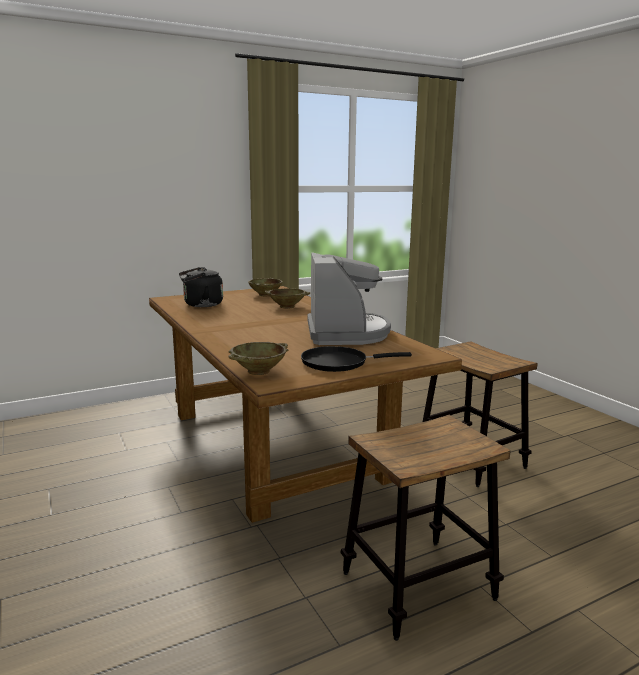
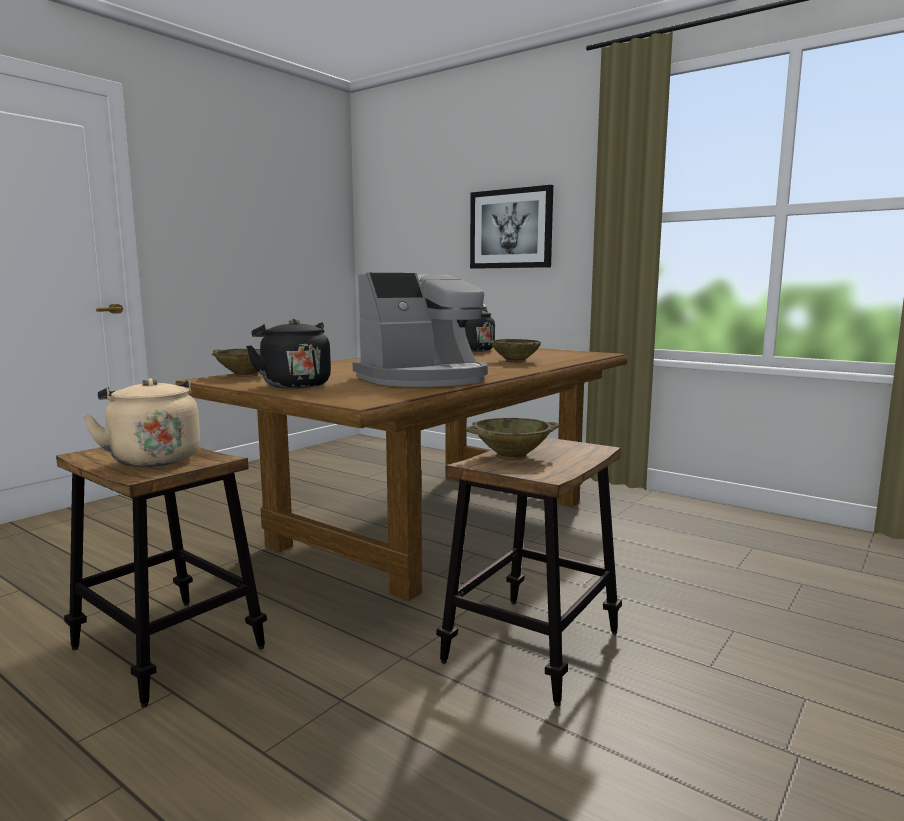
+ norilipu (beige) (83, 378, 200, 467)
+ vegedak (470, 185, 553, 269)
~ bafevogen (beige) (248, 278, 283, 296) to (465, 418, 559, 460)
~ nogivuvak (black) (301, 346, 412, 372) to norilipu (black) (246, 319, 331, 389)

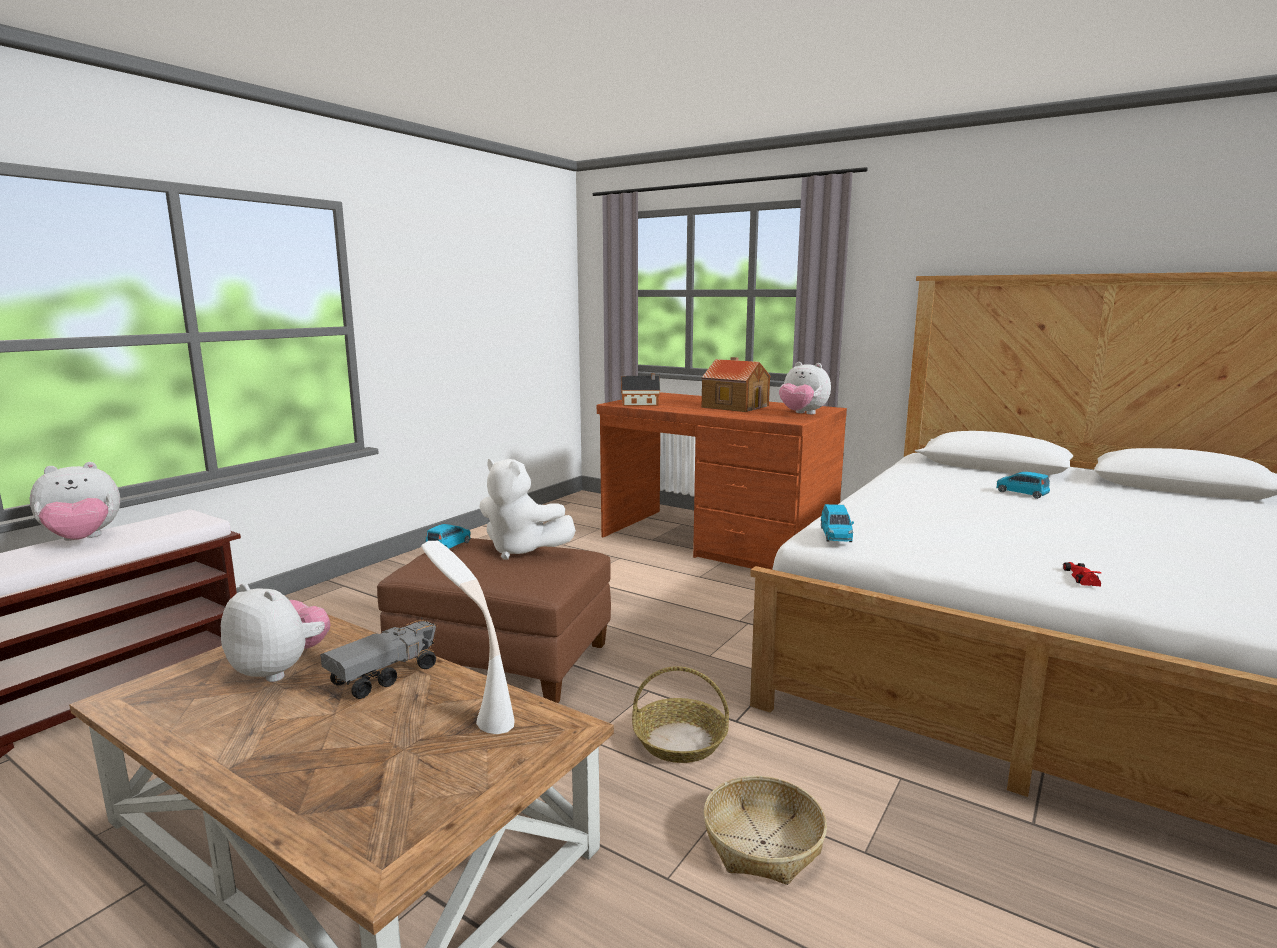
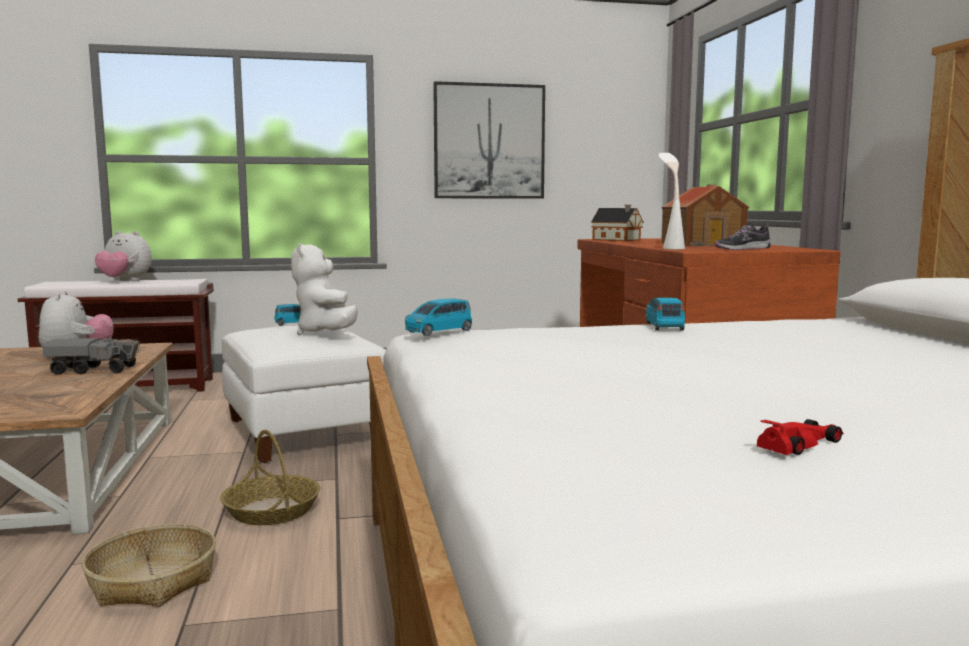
+ vegedak (433, 81, 545, 199)
~ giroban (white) (421, 541, 515, 734) to (659, 153, 685, 250)
~ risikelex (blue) (996, 472, 1050, 499) to (646, 298, 685, 330)
~ risikelex (red) (1063, 562, 1101, 586) to (757, 419, 844, 455)
~ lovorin (779, 362, 831, 414) to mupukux (715, 222, 771, 250)
~ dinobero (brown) (377, 538, 611, 703) to dinobero (white) (222, 326, 386, 463)

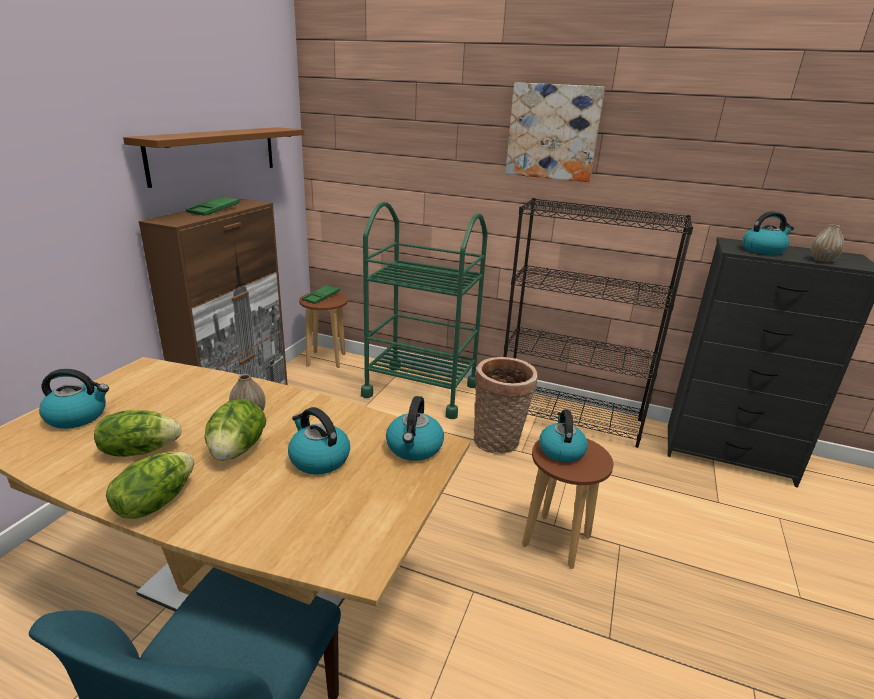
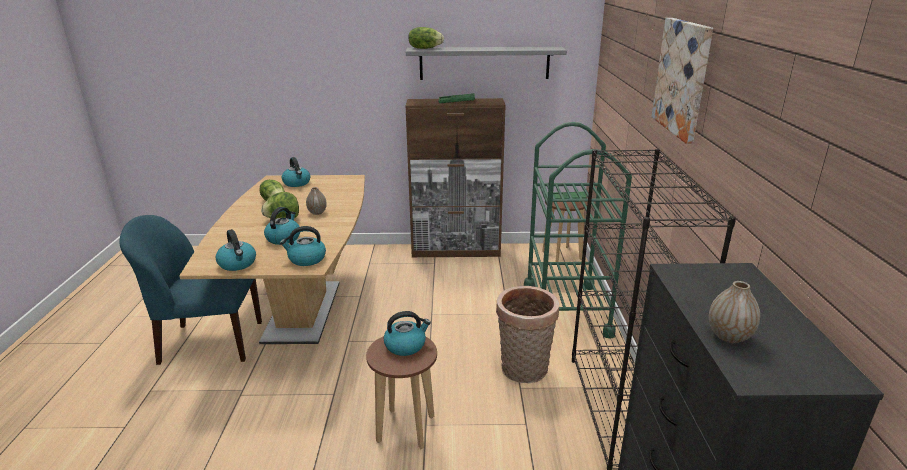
~ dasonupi (106, 452, 194, 519) to (408, 27, 444, 49)
~ norilipu (743, 211, 794, 255) to (216, 229, 256, 271)
~ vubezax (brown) (123, 127, 304, 188) to vubezax (grey) (406, 47, 567, 80)

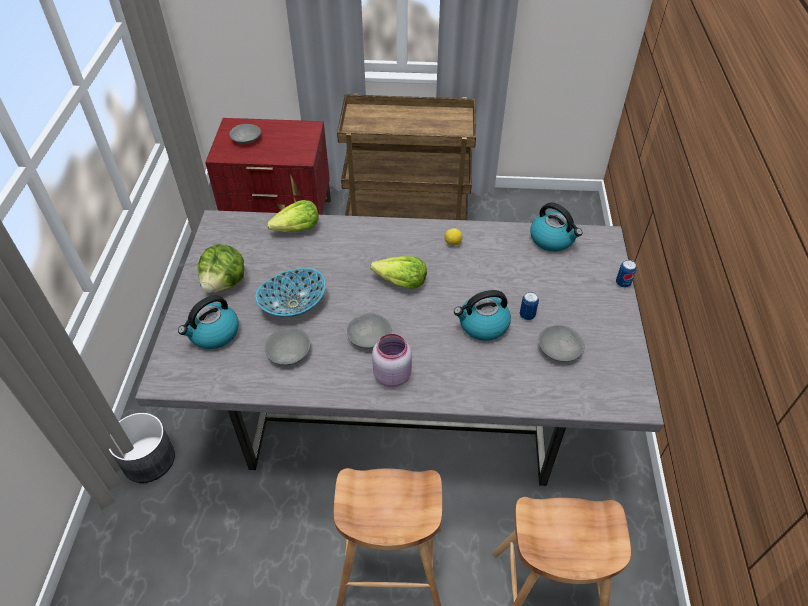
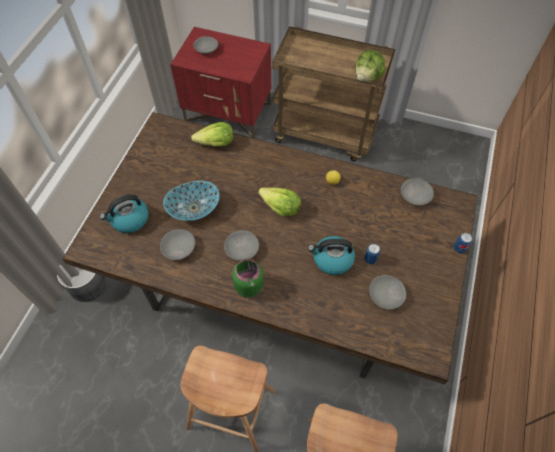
~ dasonupi (198, 244, 244, 293) to (355, 50, 385, 82)
~ norilipu (530, 202, 582, 252) to bafevogen (grey) (401, 178, 434, 206)
~ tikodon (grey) (135, 210, 664, 486) to tikodon (brown) (63, 112, 478, 384)
~ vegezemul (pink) (372, 334, 412, 388) to vegezemul (green) (232, 259, 264, 297)

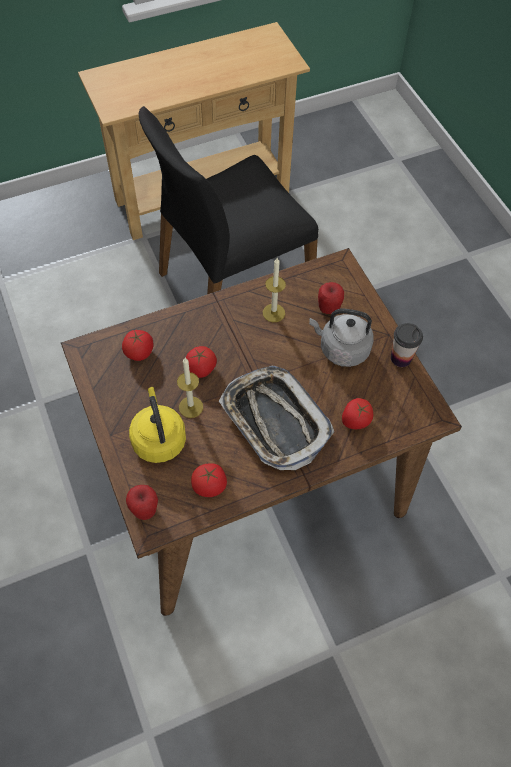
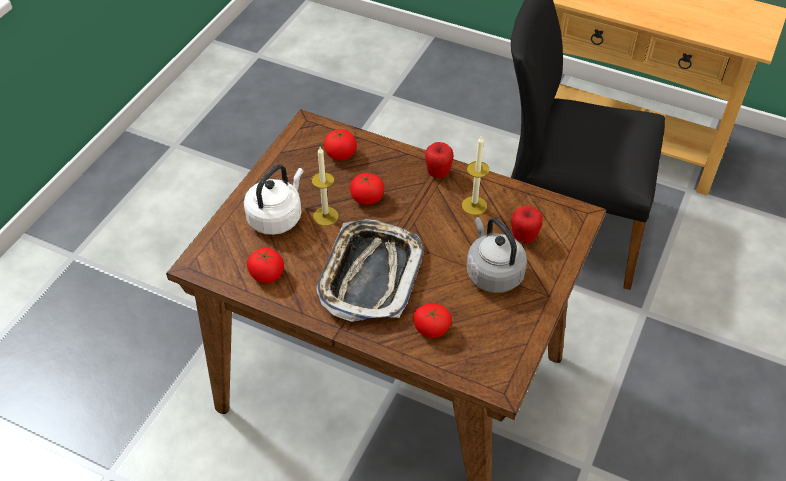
- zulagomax (391, 323, 423, 367)
~ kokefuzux (126, 485, 158, 520) to (425, 142, 453, 178)
~ norilipu (yellow) (129, 387, 186, 463) to norilipu (white) (244, 164, 304, 235)

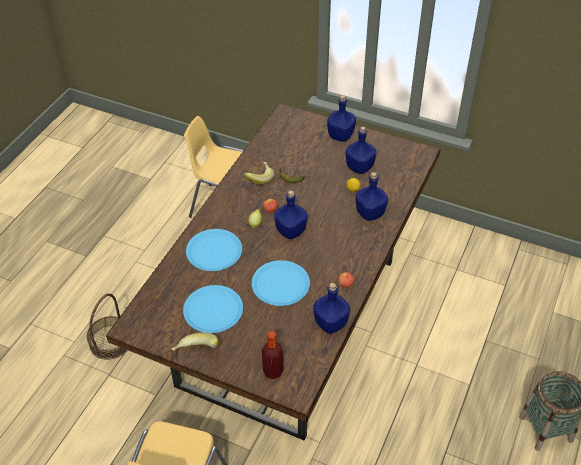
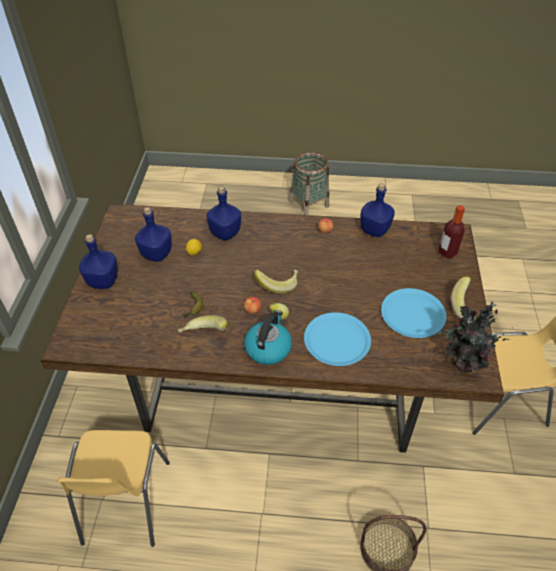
- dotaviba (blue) (252, 260, 310, 306)
+ norilipu (244, 310, 292, 365)
+ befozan (439, 301, 510, 373)
~ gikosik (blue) (274, 190, 308, 239) to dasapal (254, 270, 299, 294)

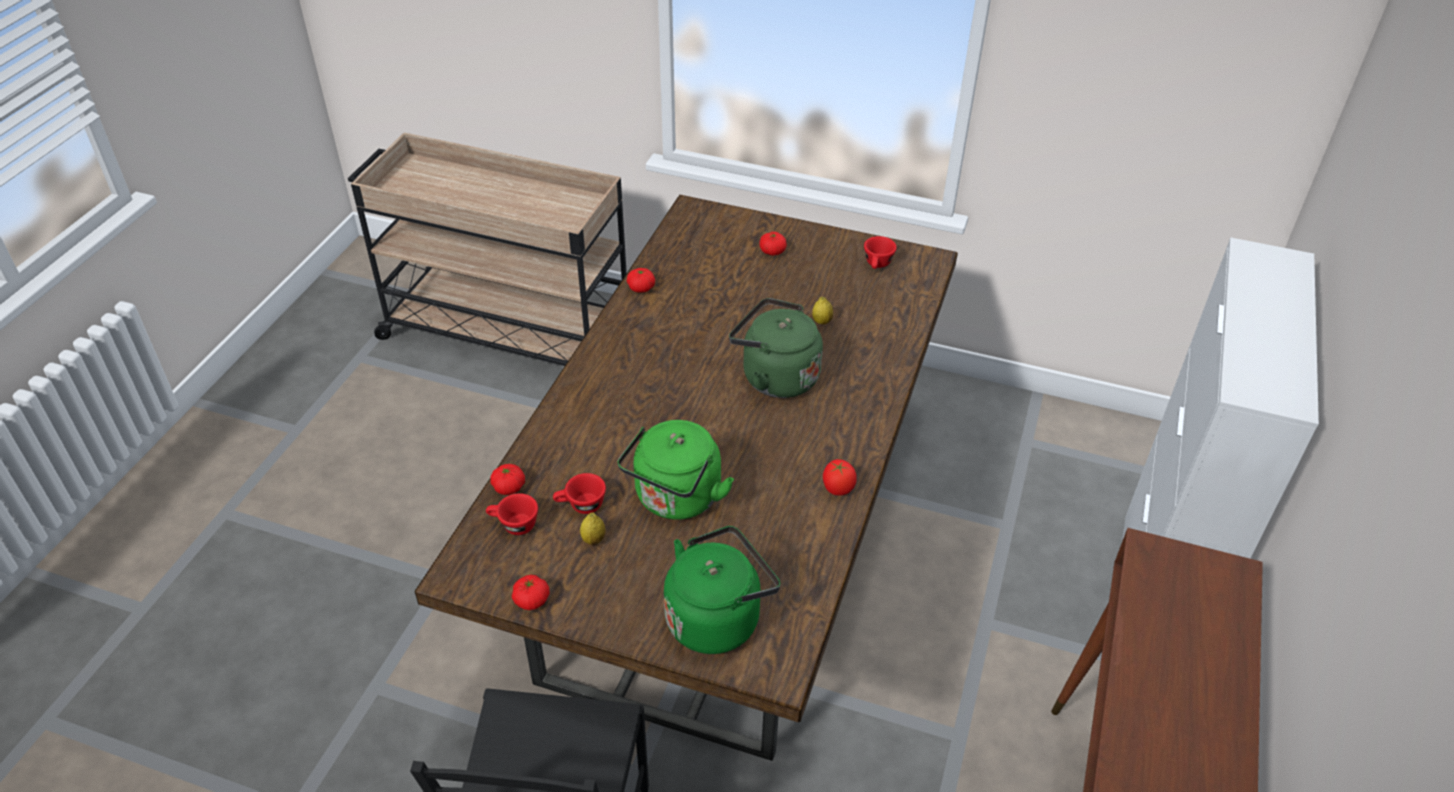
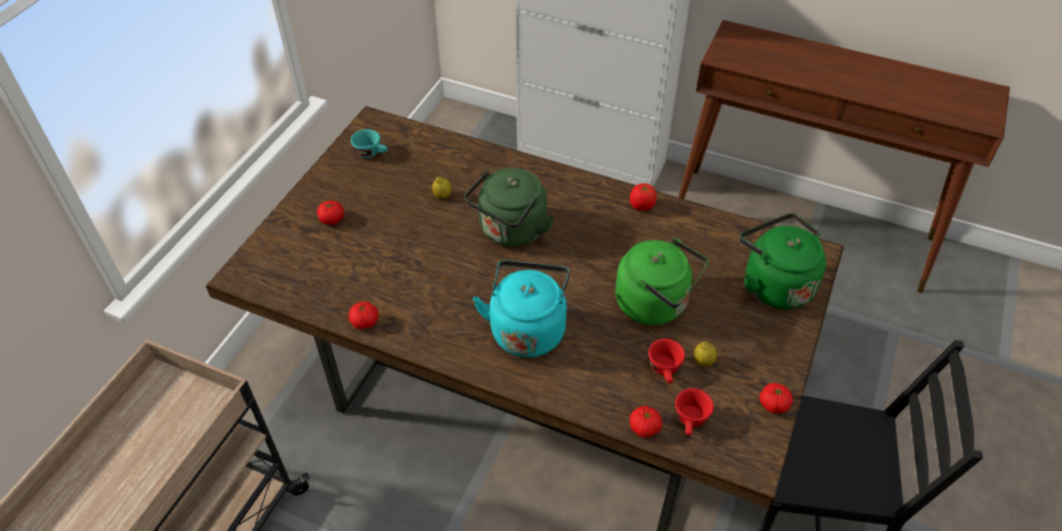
+ norilipu (turquoise) (473, 260, 570, 357)
~ zulagomax (red) (864, 236, 897, 269) to zulagomax (turquoise) (351, 129, 388, 158)

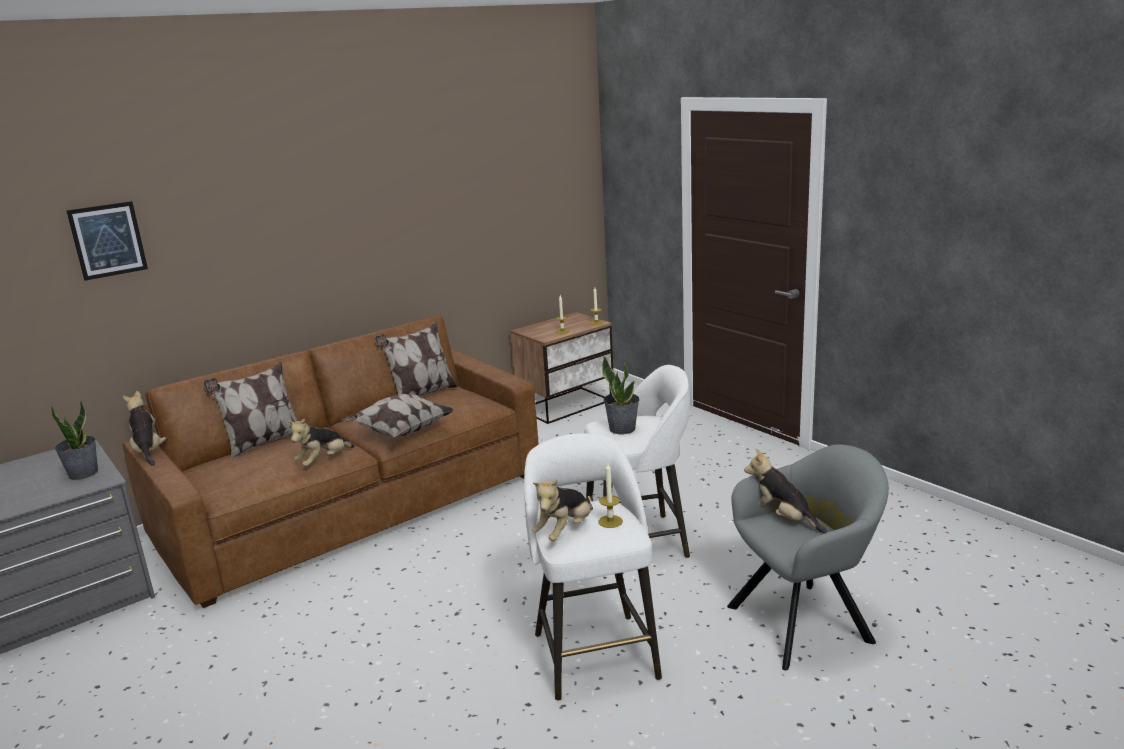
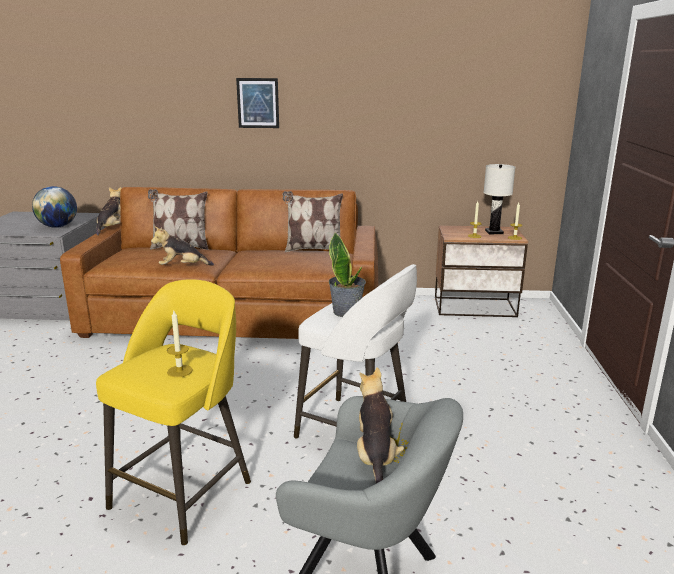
- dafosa (342, 393, 454, 437)
- lovorin (532, 479, 593, 541)
+ giroban (white) (483, 164, 515, 234)
~ vegedak (66, 201, 148, 281) to (236, 78, 279, 128)
~ befozan (51, 399, 98, 480) to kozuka (32, 186, 77, 228)
~ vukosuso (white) (524, 434, 662, 701) to vukosuso (yellow) (96, 279, 251, 545)

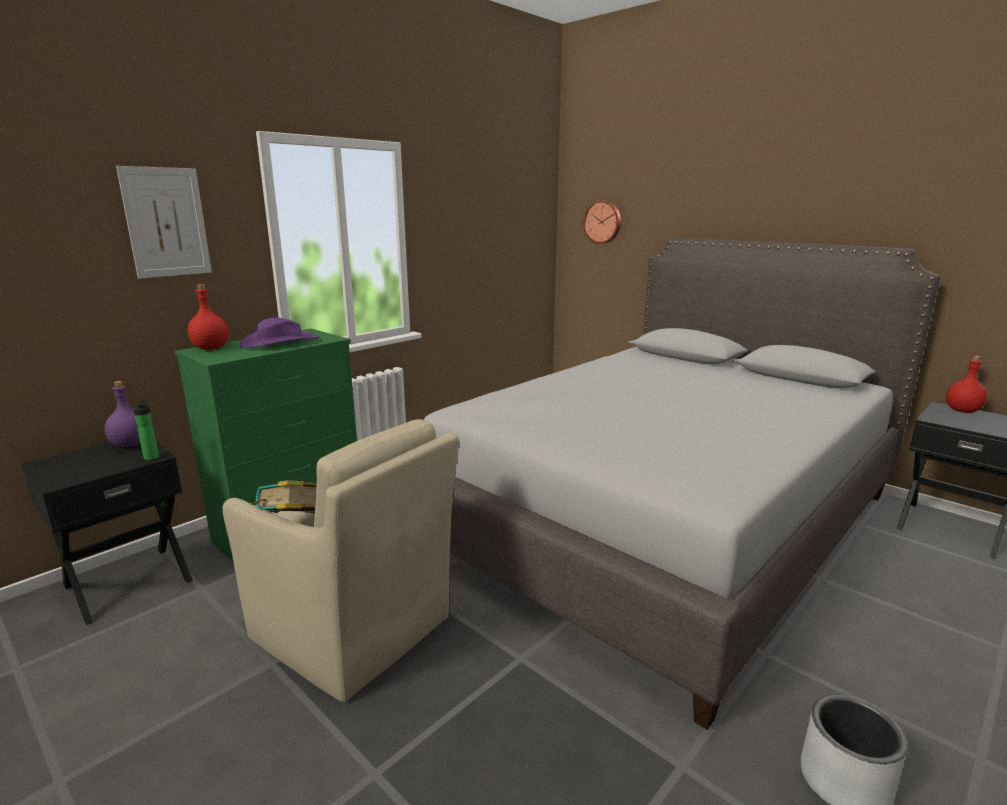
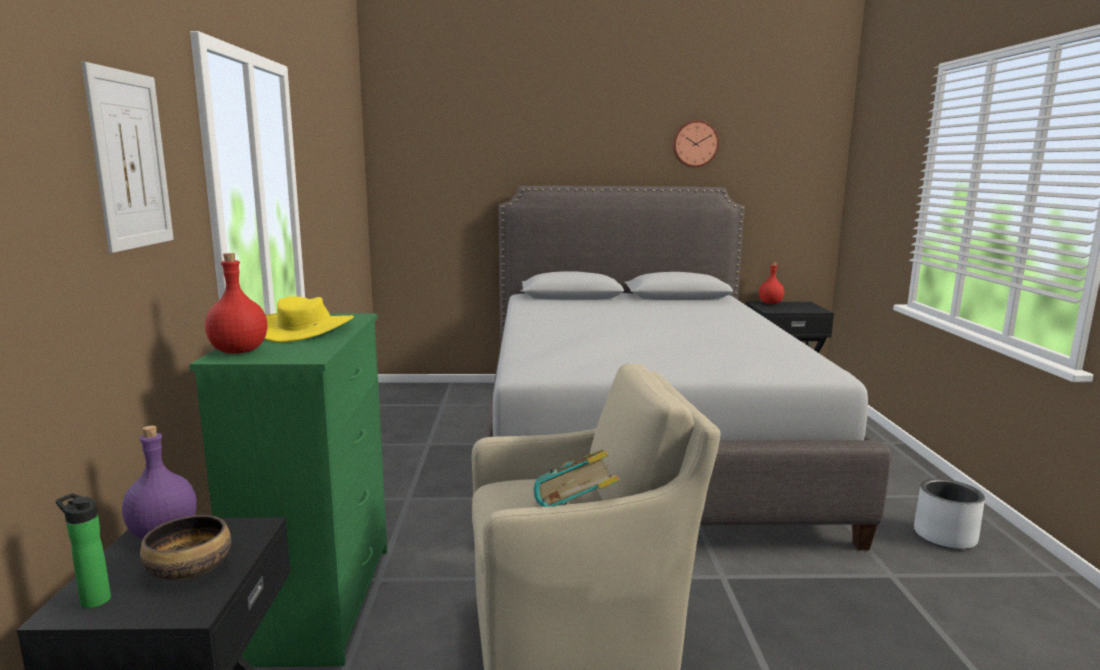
+ bafevogen (140, 515, 231, 581)
~ gikosik (133, 400, 159, 460) to (56, 494, 111, 608)
~ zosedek (583, 200, 621, 244) to (673, 120, 719, 167)
~ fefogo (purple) (239, 318, 320, 348) to fefogo (yellow) (265, 296, 354, 343)

